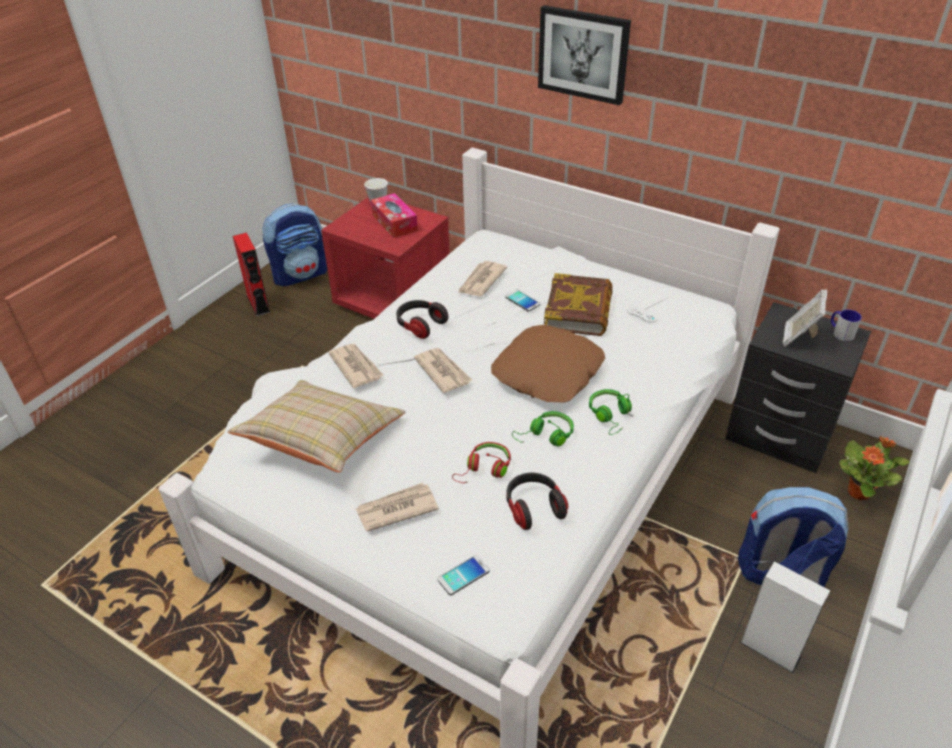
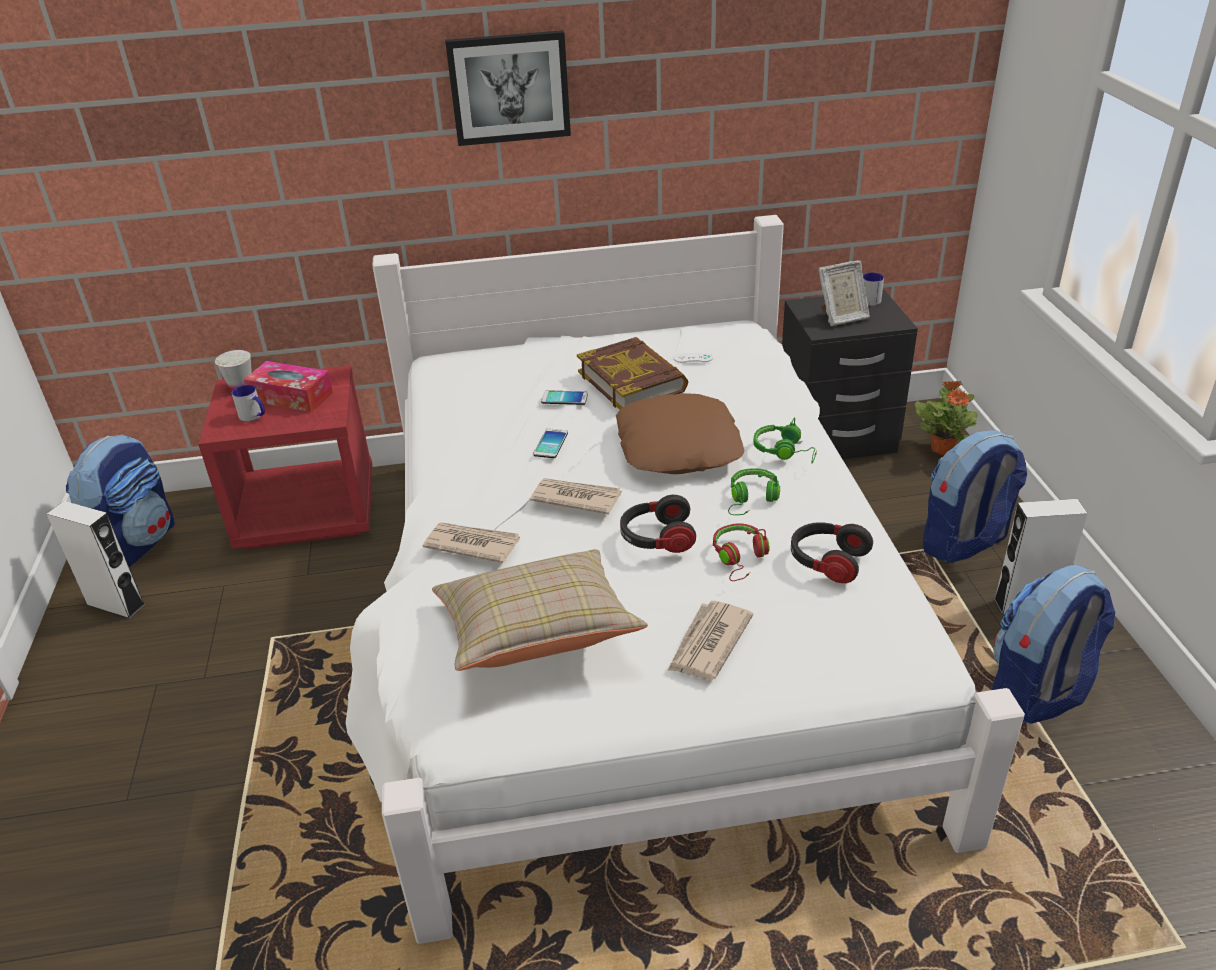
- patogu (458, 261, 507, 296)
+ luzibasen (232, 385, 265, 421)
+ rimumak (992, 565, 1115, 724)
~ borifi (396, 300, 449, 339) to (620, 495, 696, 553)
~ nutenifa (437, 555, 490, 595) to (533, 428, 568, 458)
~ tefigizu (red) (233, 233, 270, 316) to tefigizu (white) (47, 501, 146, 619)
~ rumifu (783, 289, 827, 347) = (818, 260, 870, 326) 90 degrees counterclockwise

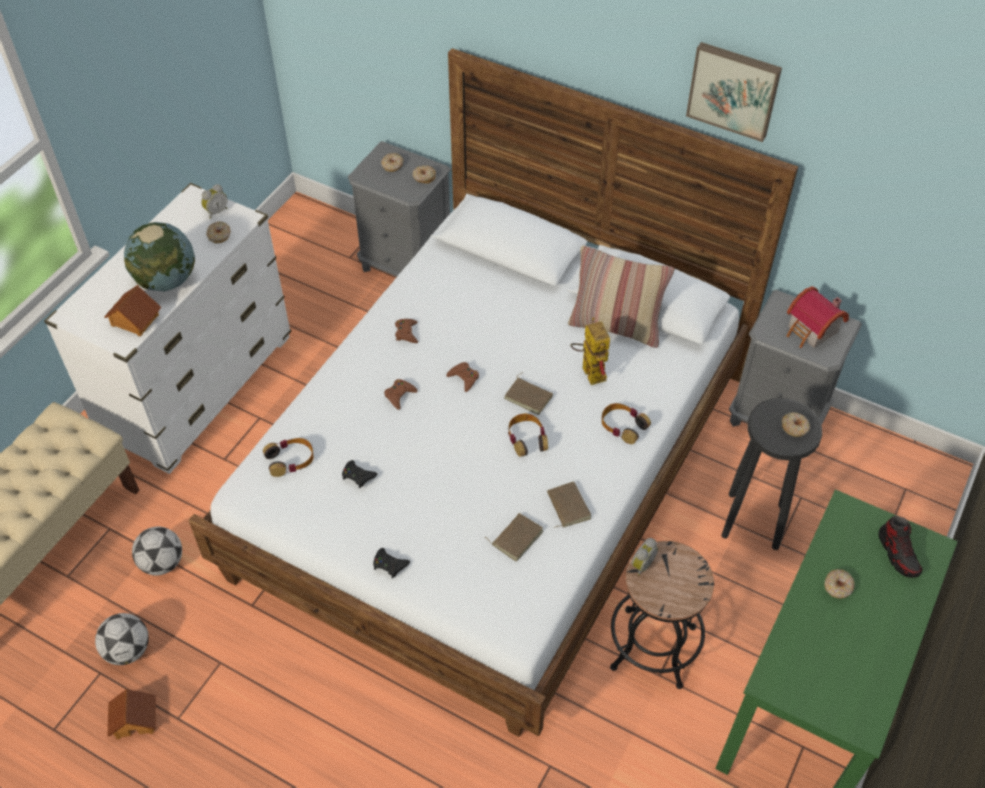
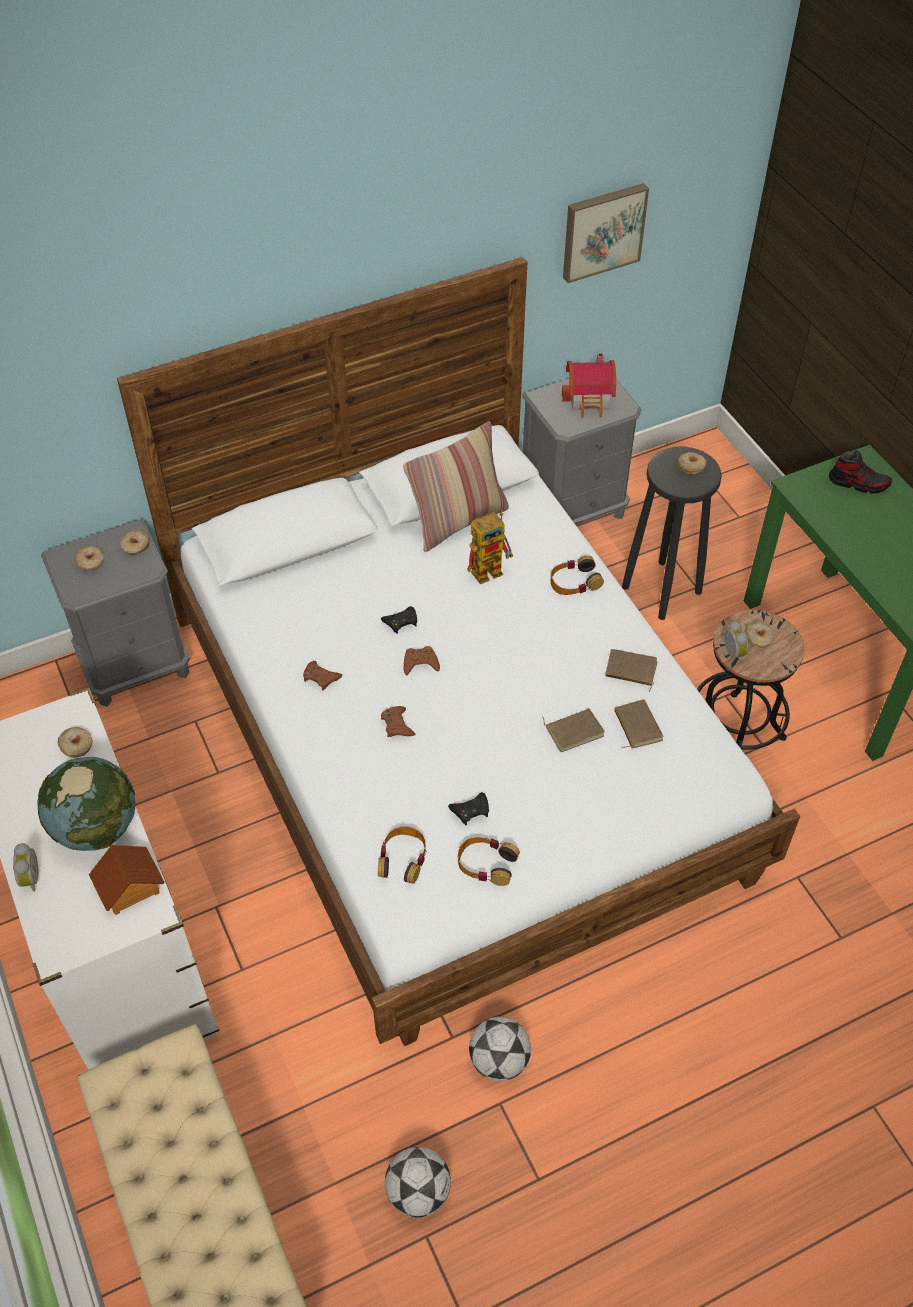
- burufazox (107, 688, 156, 739)
~ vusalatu (132, 527, 182, 575) to (469, 1017, 531, 1081)
~ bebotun (201, 184, 228, 219) to (13, 843, 38, 892)
~ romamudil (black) (373, 548, 410, 578) to (381, 606, 417, 634)
~ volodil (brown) (504, 372, 553, 415) to (542, 709, 605, 752)
~ borifi (508, 414, 548, 457) to (458, 837, 520, 886)
~ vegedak (686, 42, 782, 142) to (563, 183, 649, 283)
~ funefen (824, 569, 855, 599) to (745, 621, 774, 648)
~ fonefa (570, 317, 610, 385) = (467, 512, 513, 584) 135 degrees clockwise

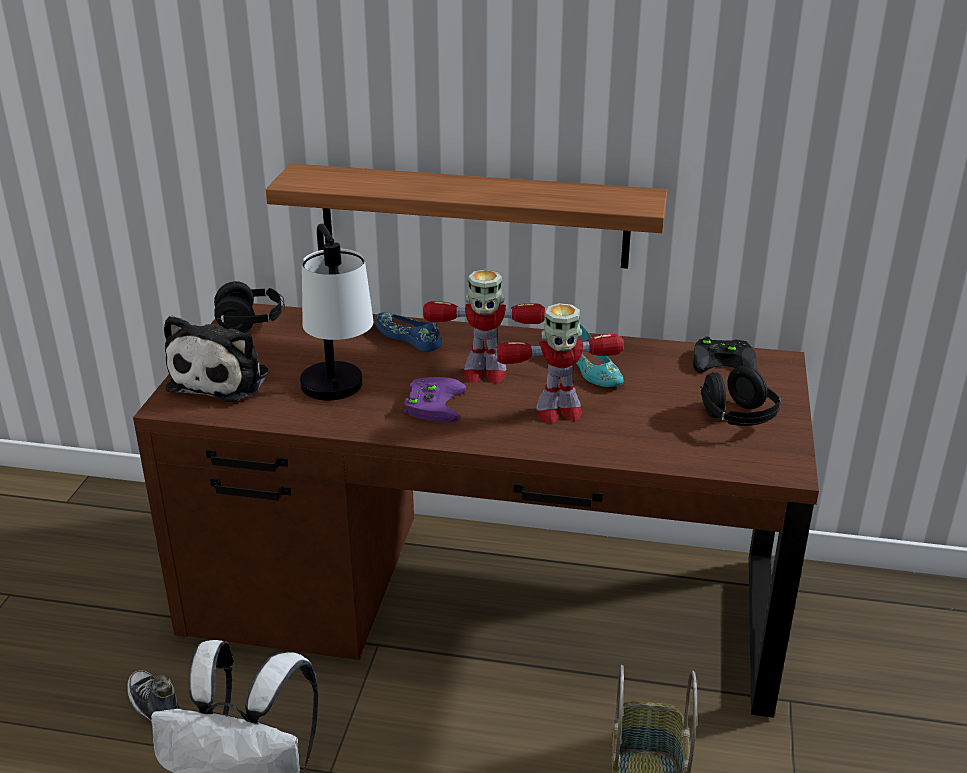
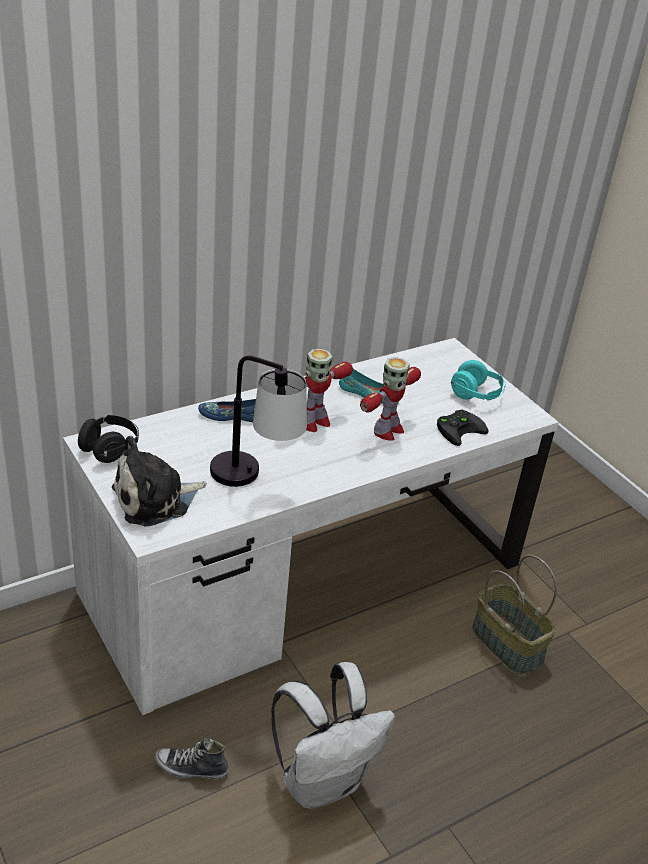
- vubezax (266, 164, 667, 269)
- romamudil (purple) (404, 377, 466, 422)
~ romamudil (black) (693, 336, 757, 373) to (437, 410, 489, 446)
~ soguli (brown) (133, 303, 819, 718) to soguli (white) (63, 338, 559, 715)
~ borifi (black) (700, 366, 781, 426) to borifi (turquoise) (451, 360, 506, 401)
~ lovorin (164, 315, 268, 402) = (112, 436, 206, 527) 90 degrees clockwise

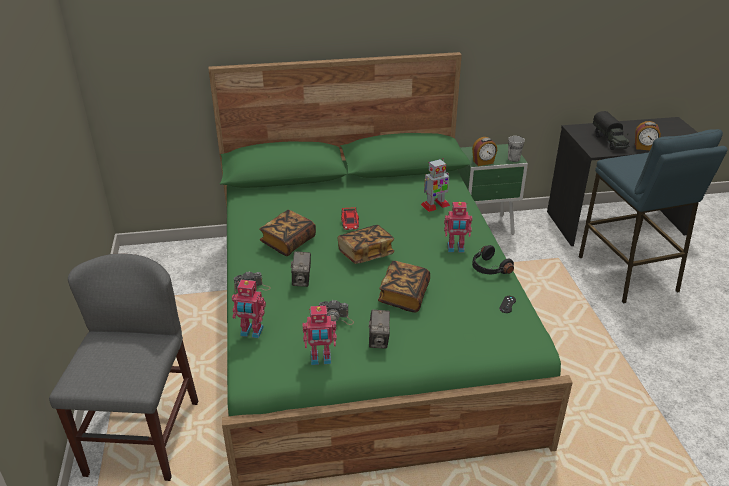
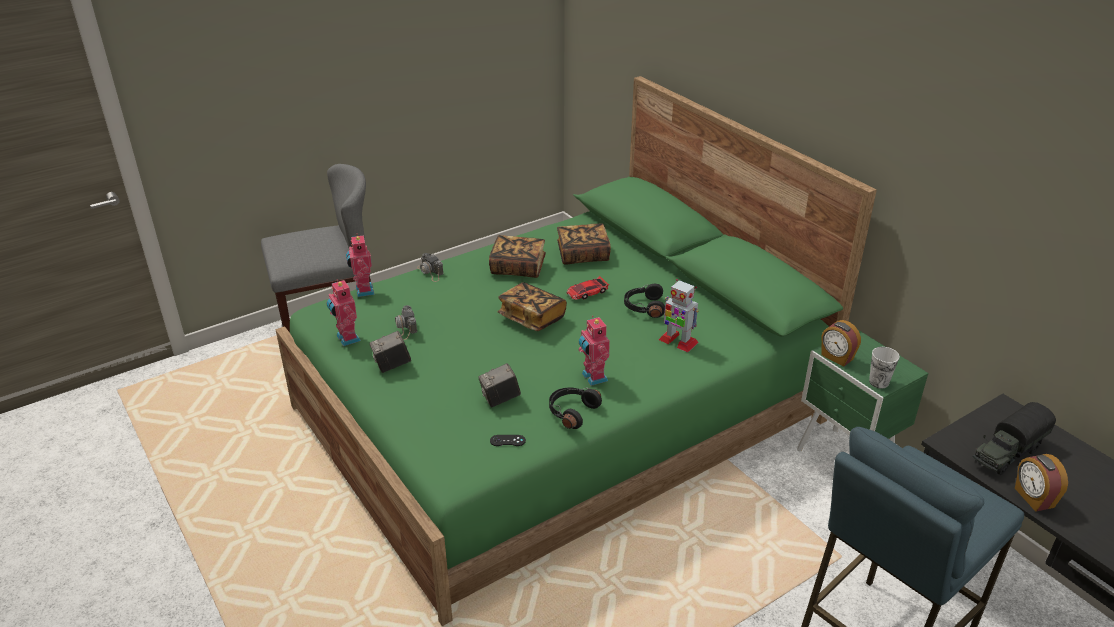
+ borifi (black) (624, 284, 665, 318)
~ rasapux (291, 251, 311, 287) to (479, 363, 521, 407)
~ volodil (378, 261, 430, 312) to (557, 223, 611, 265)

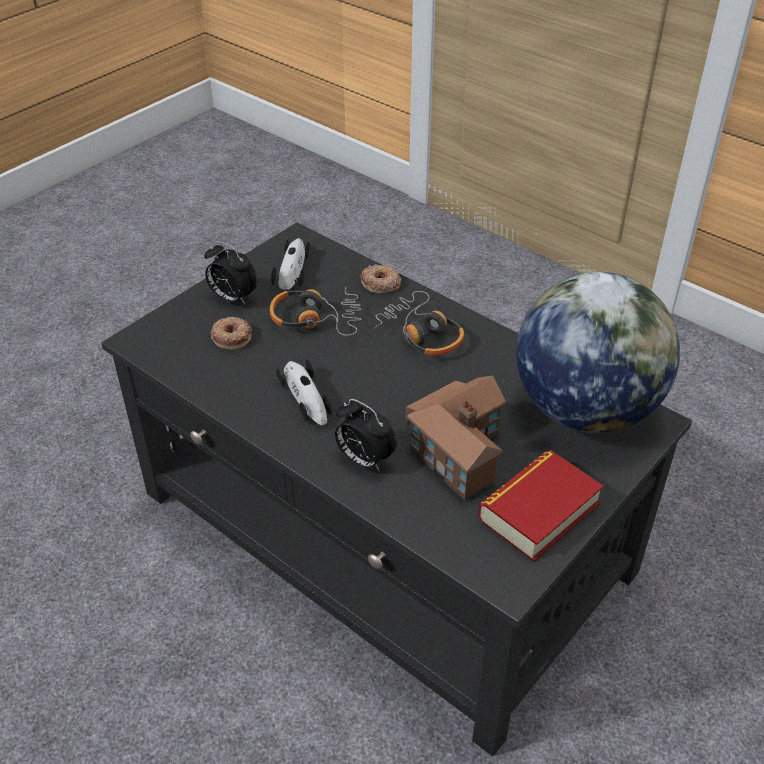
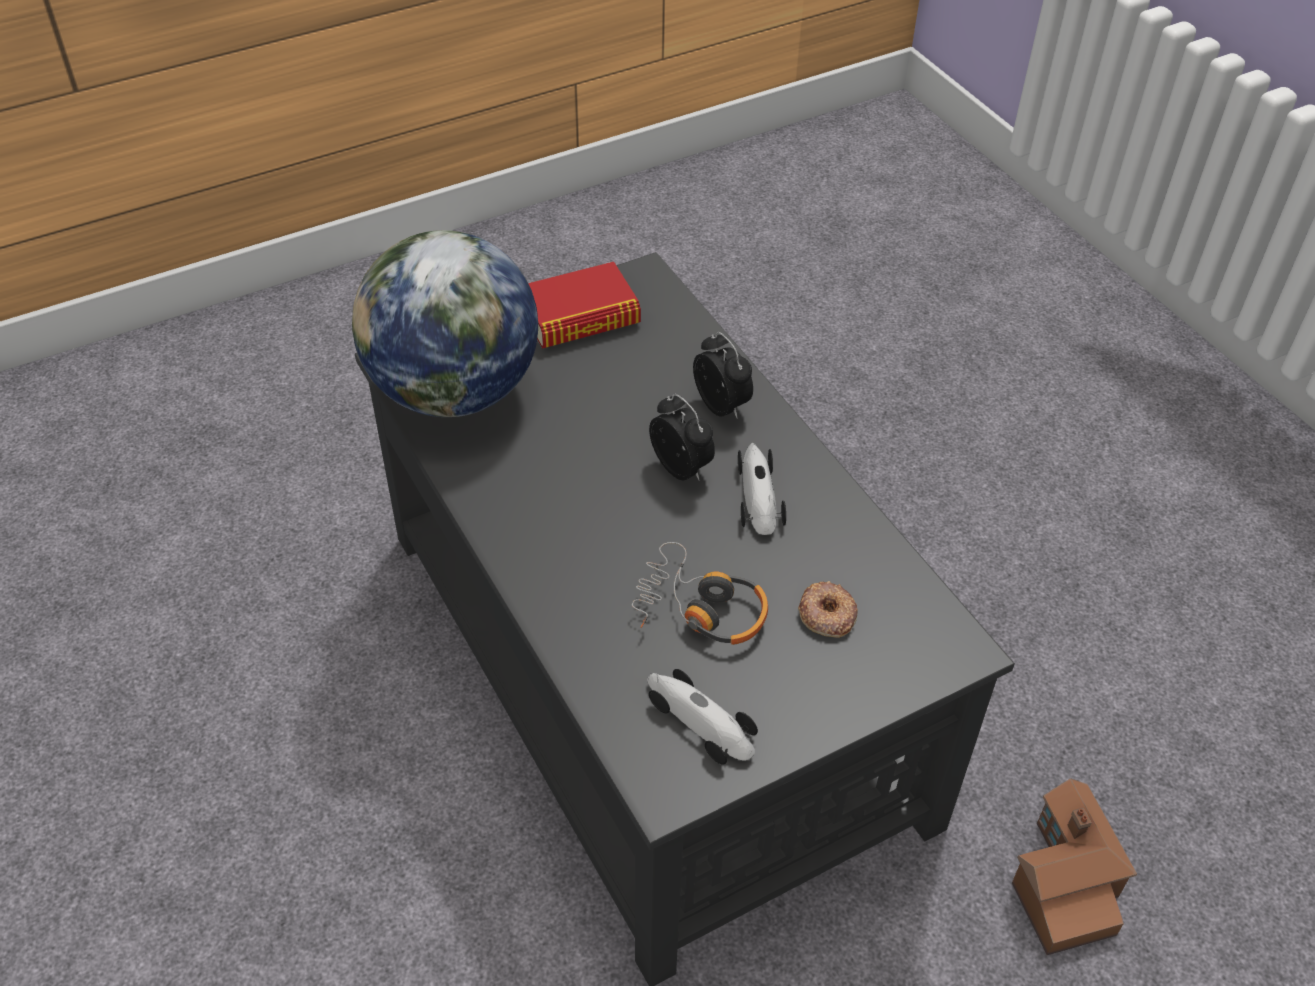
- funefen (360, 264, 401, 293)
- borifi (373, 291, 464, 356)
~ bebotun (204, 241, 257, 306) to (649, 394, 715, 481)
~ burufazox (406, 375, 506, 501) to (1012, 778, 1137, 955)
~ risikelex (271, 238, 309, 290) = (647, 669, 758, 765) 105 degrees clockwise

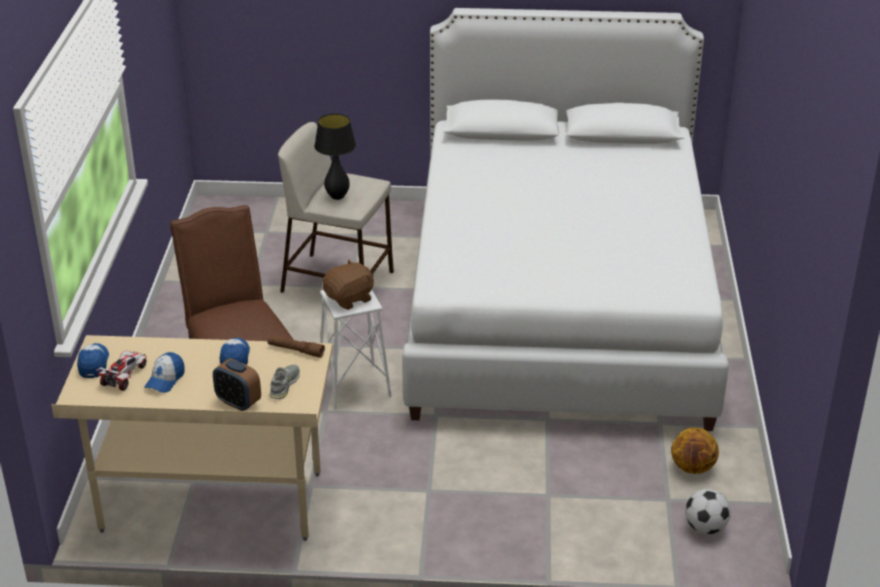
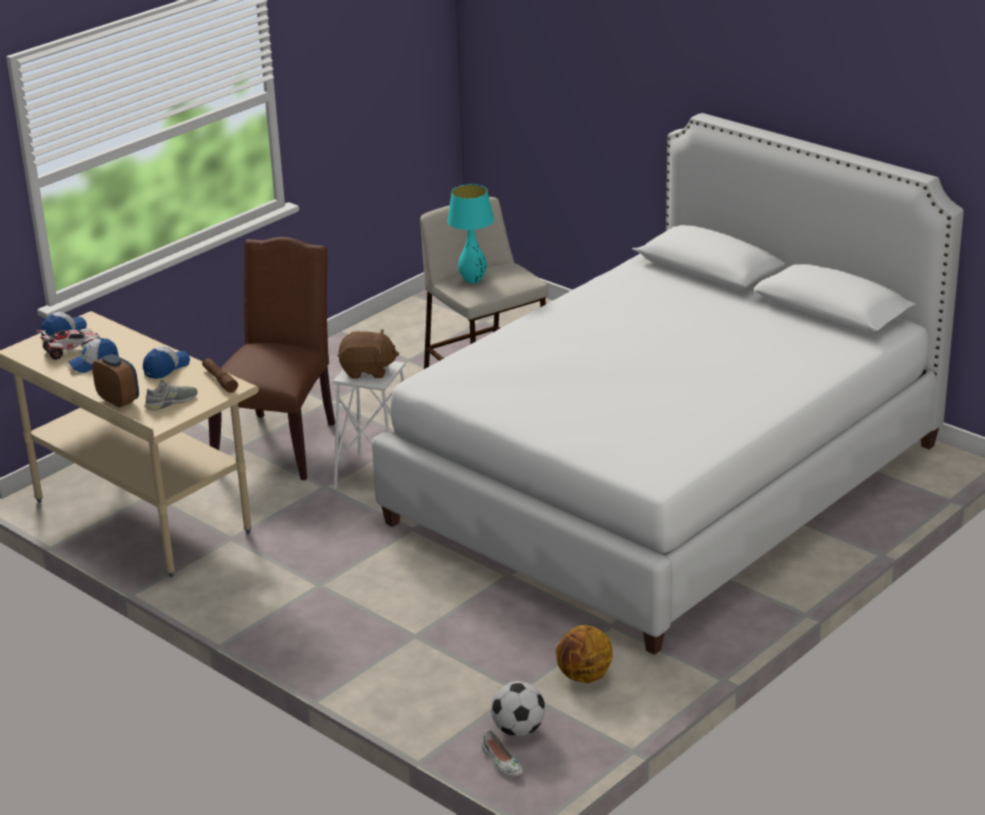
+ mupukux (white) (482, 730, 523, 777)
~ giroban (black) (314, 114, 356, 200) to giroban (turquoise) (447, 184, 494, 284)
~ bebotun (213, 359, 261, 411) = (92, 354, 139, 408) 150 degrees clockwise

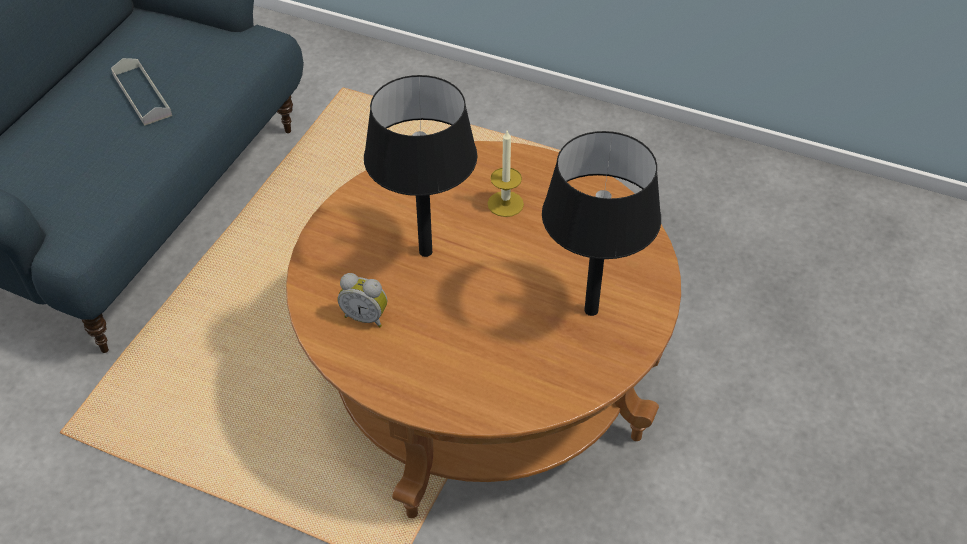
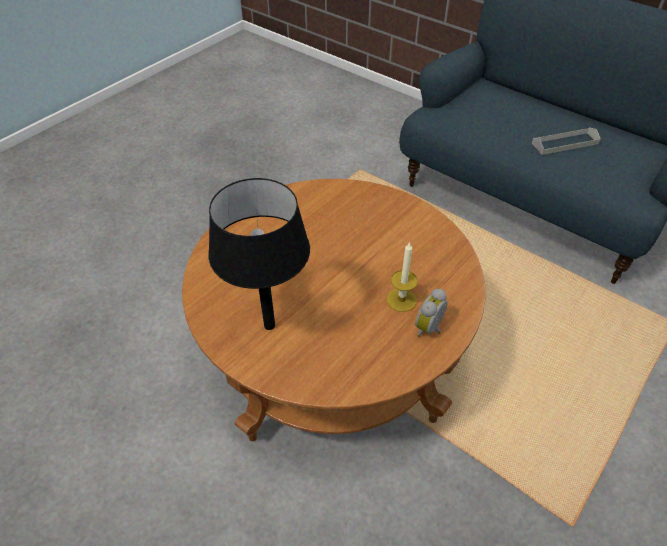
- giroban (black) (364, 75, 477, 257)
~ bebotun (338, 273, 387, 328) to (415, 289, 447, 337)

